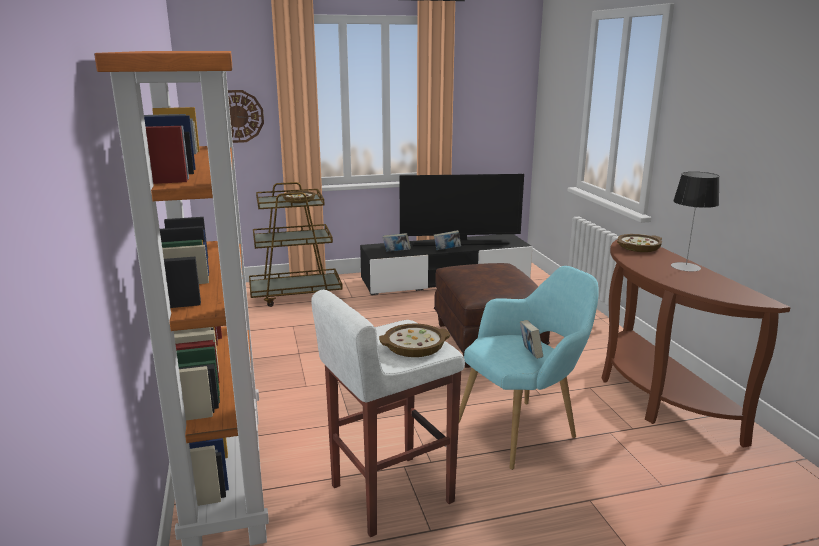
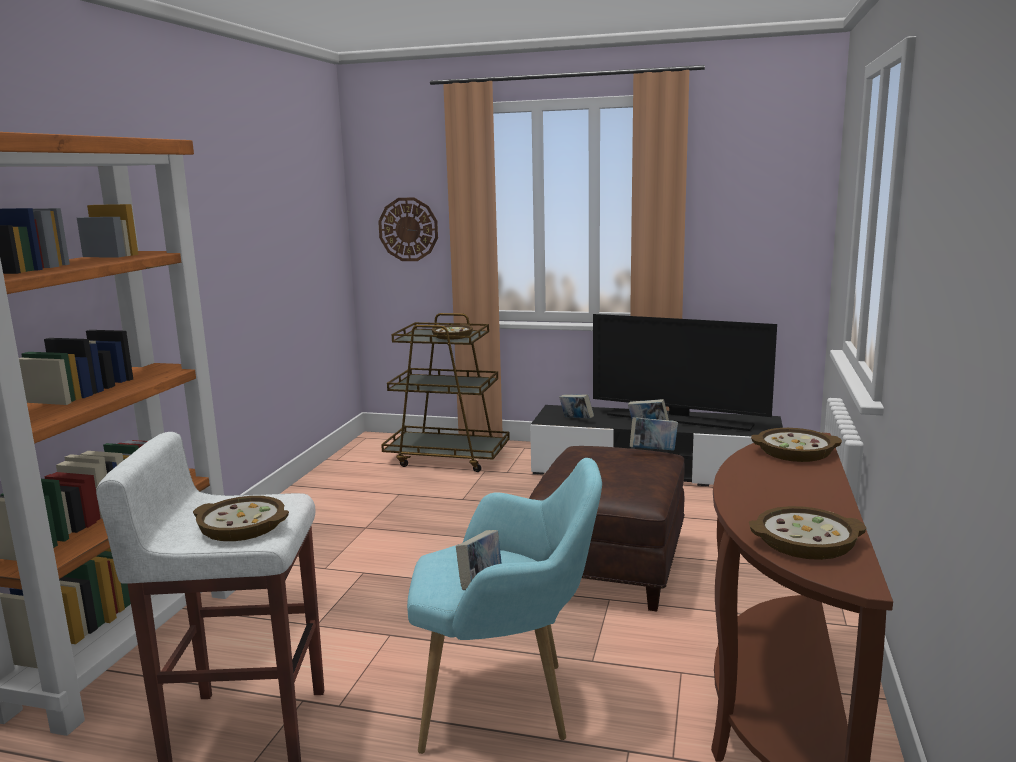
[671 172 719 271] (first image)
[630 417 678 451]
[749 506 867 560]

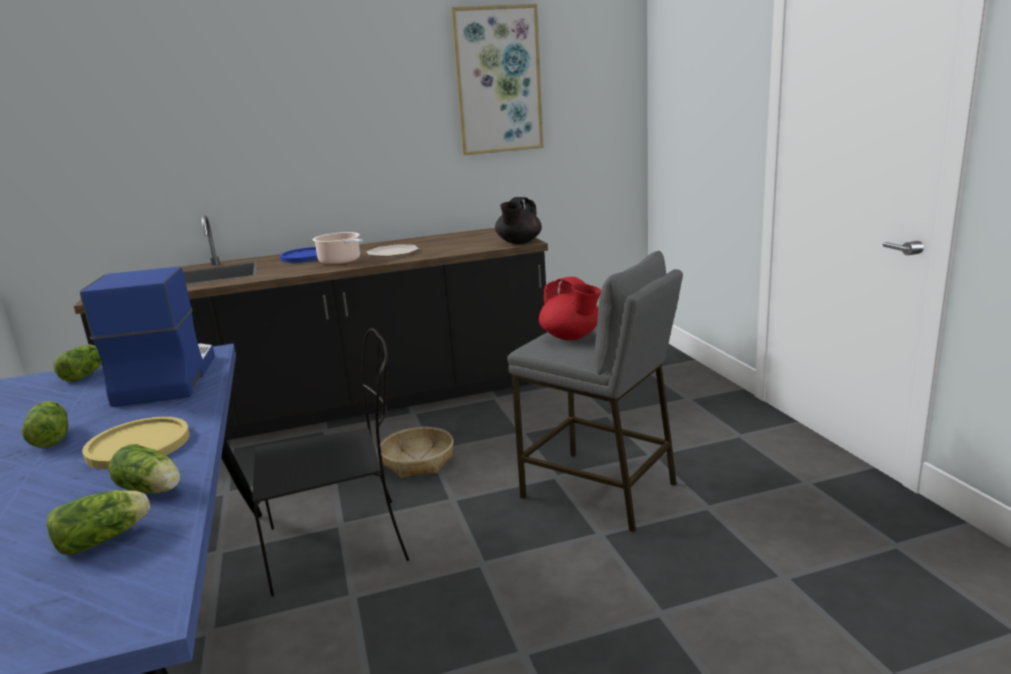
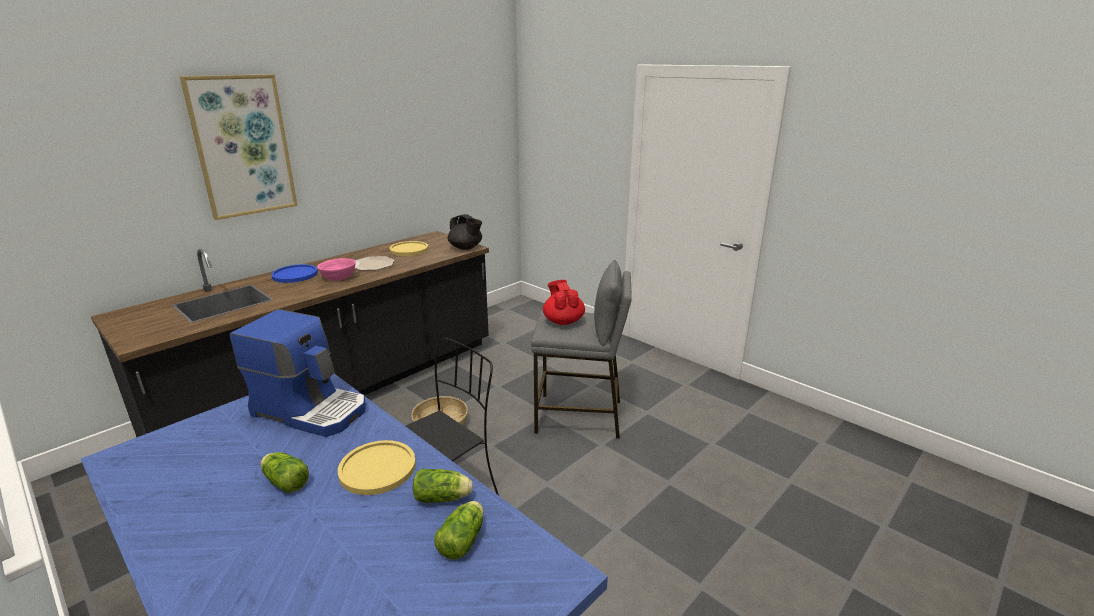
[54 345 102 382] (first image)
[230 309 366 437]
[317 258 356 281]
[180 74 298 220]
[448 214 482 250]
[543 280 585 325]
[390 241 428 256]

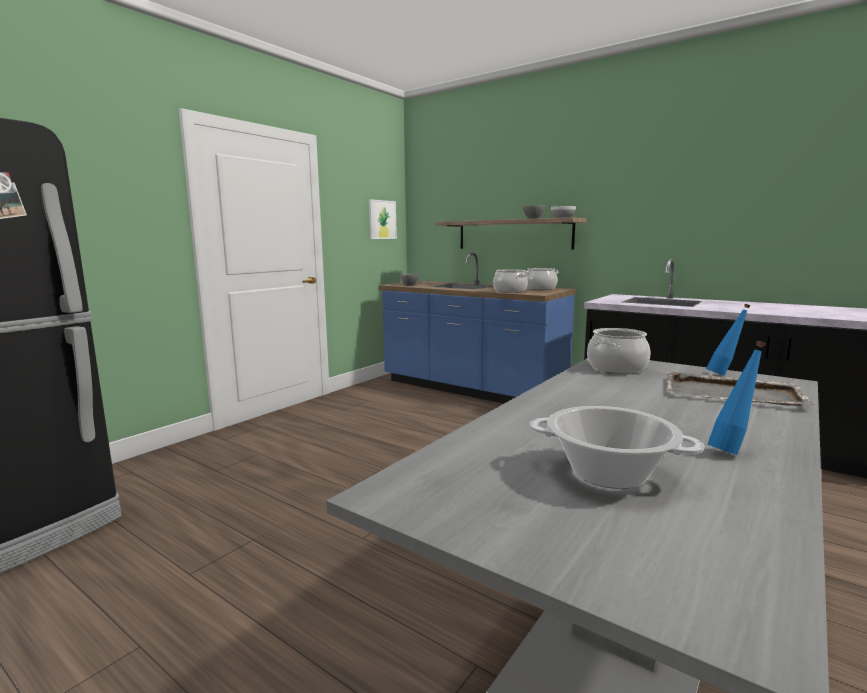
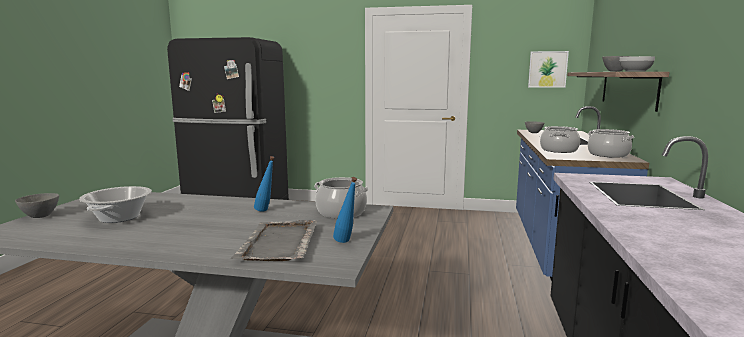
[254 156 274 212]
[15 193 59 218]

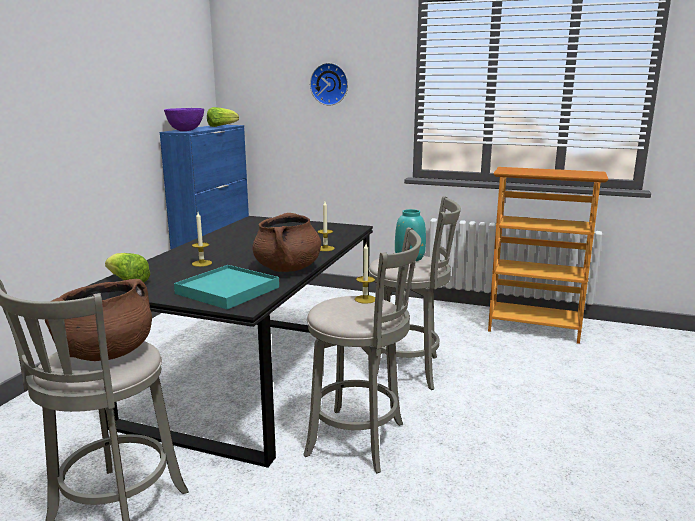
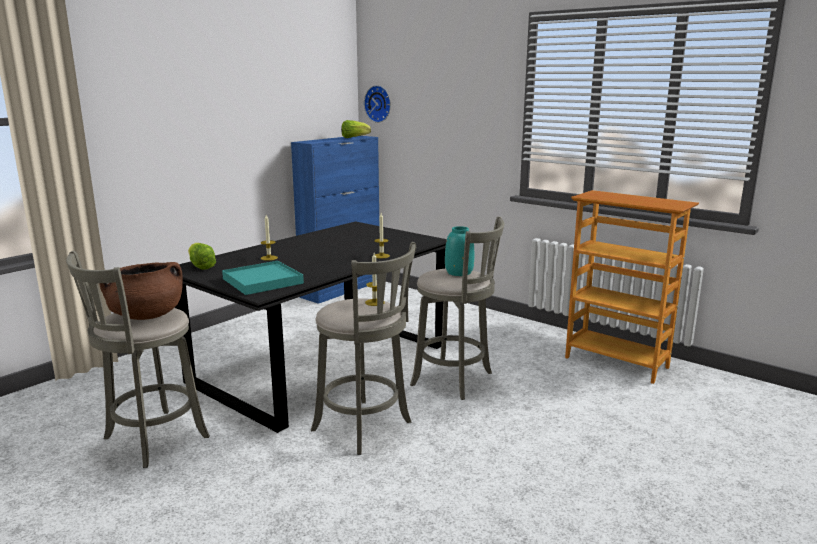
[164 108 204 131] (first image)
[253 213 321 272] (first image)
[364 85 391 123]

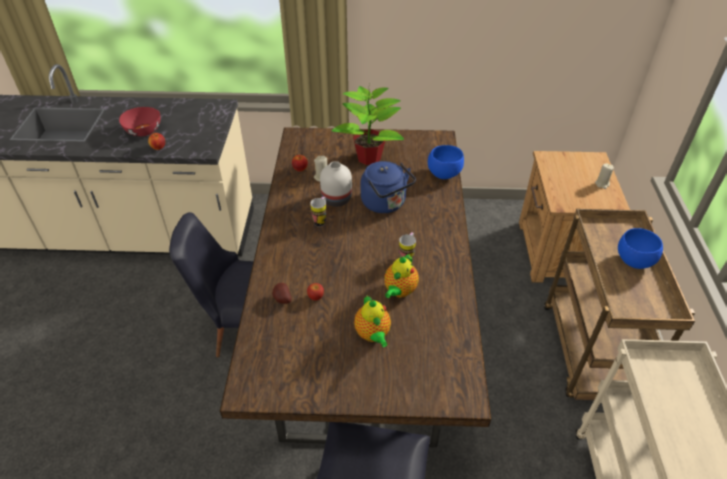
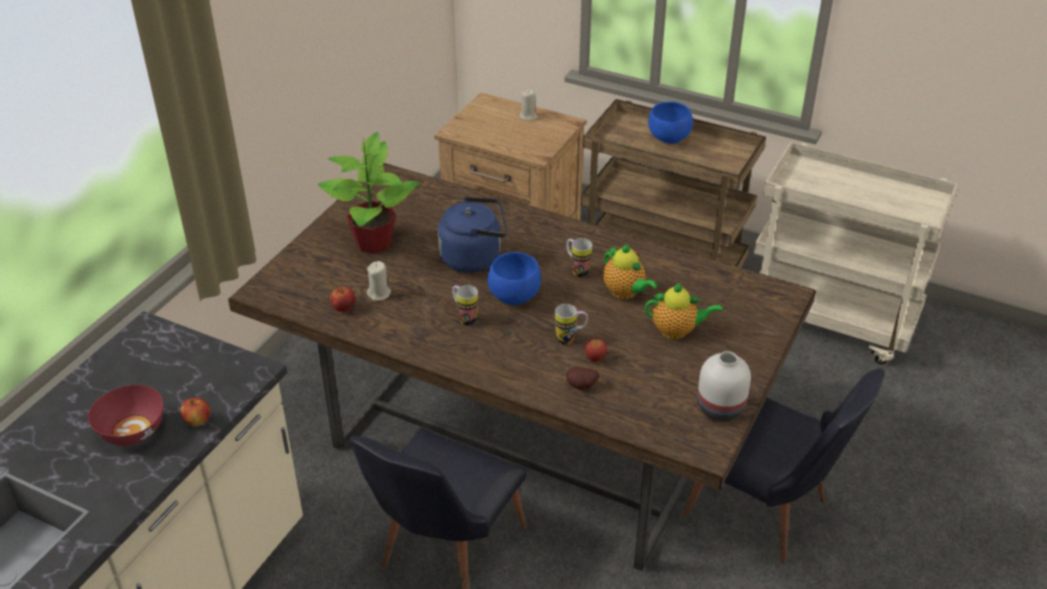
[697 351 751 422]
[488 252 541 305]
[555 304 588 345]

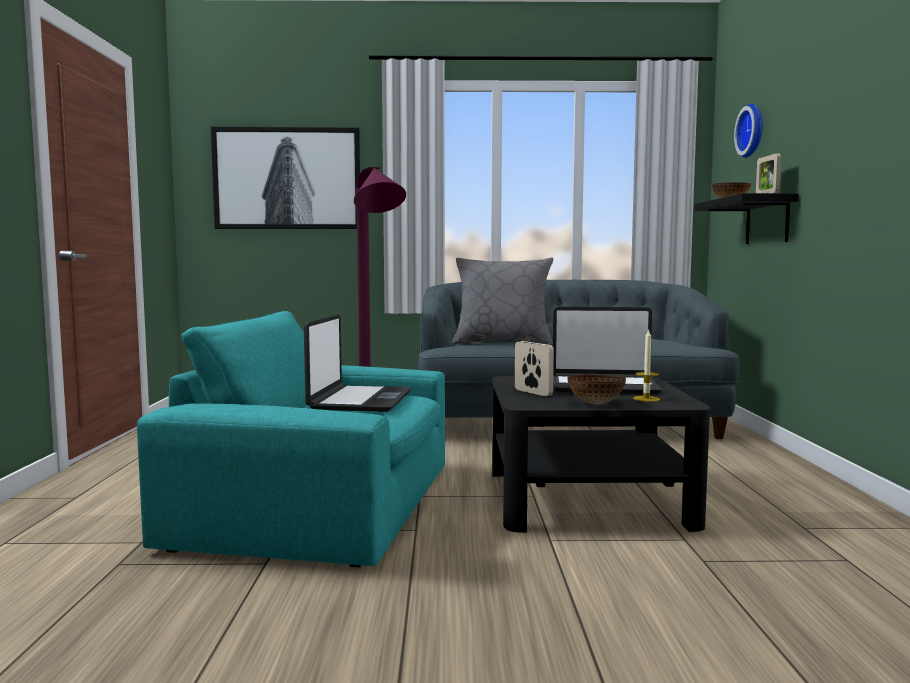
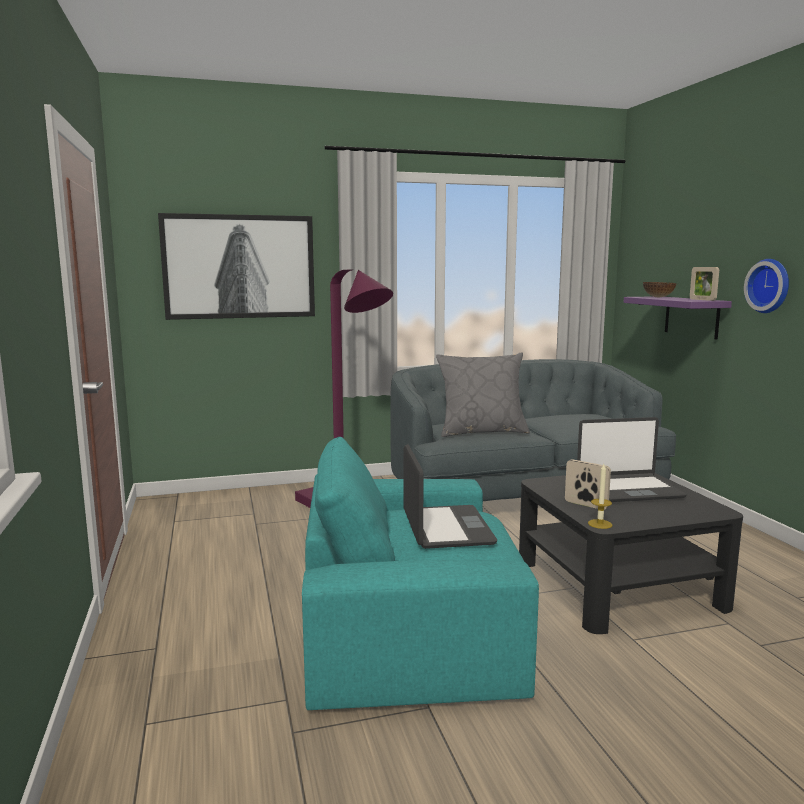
[567 374 626 404] (first image)
[588 464 612 529]
[624 296 732 339]
[744 259 789 313]

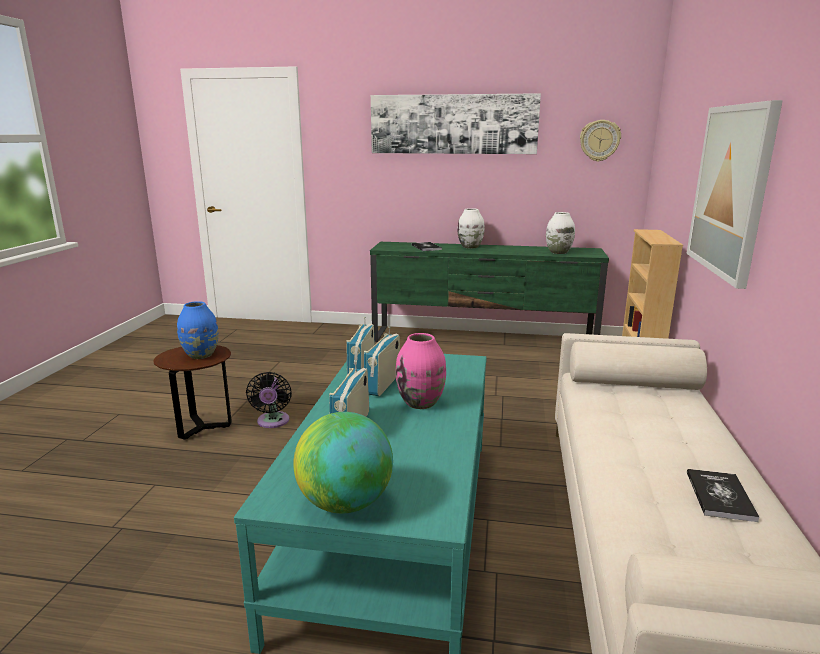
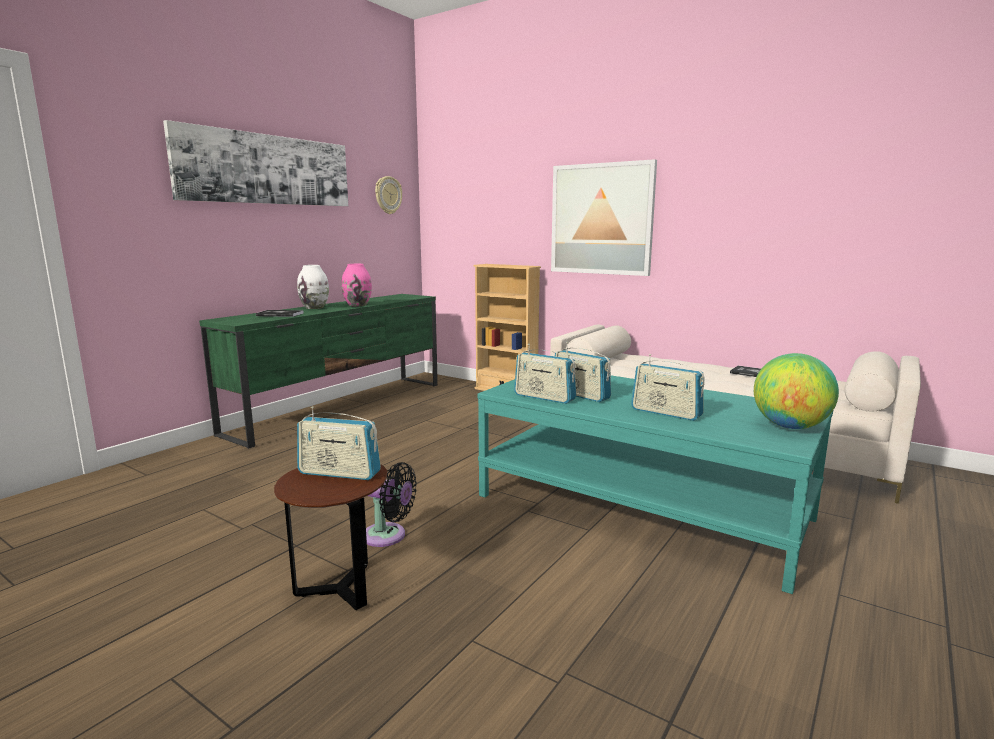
[297 406 381 480]
[342 264 372 307]
[546 212 575 254] (first image)

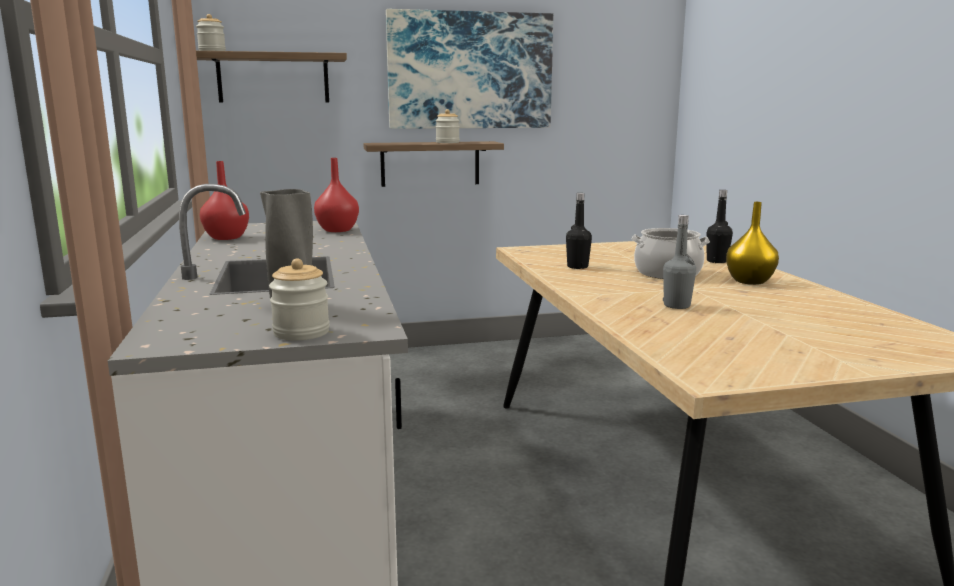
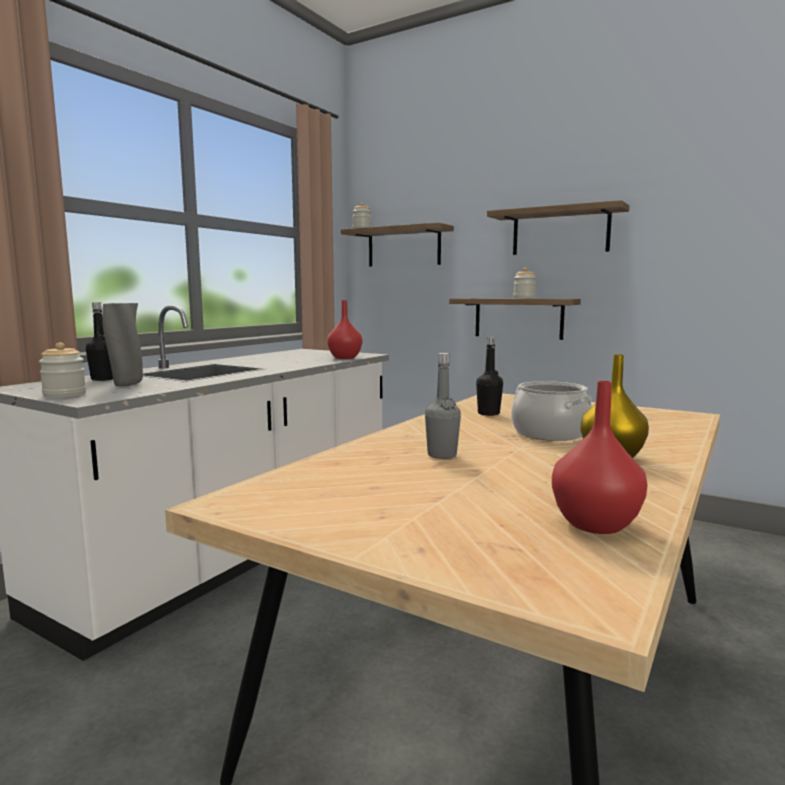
[552 381 647 534]
[487 200 630 255]
[86 302 113 381]

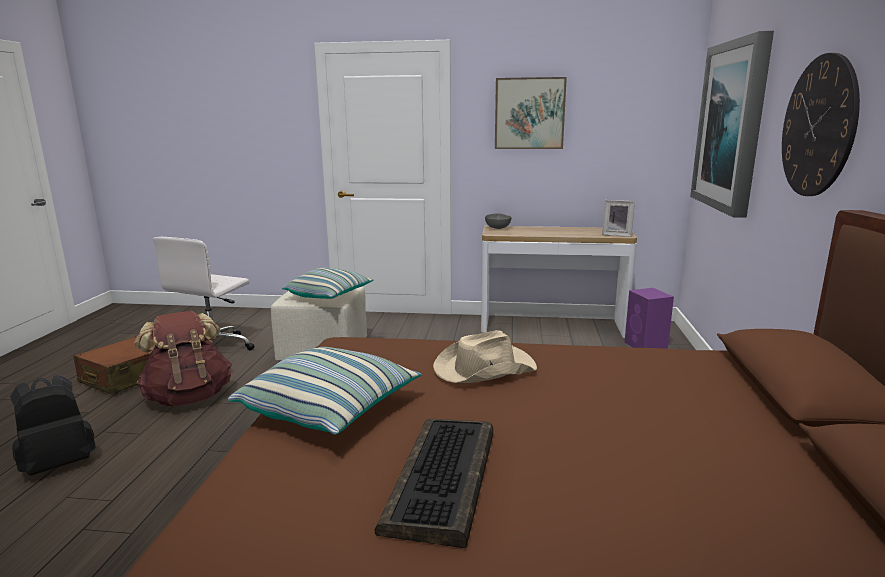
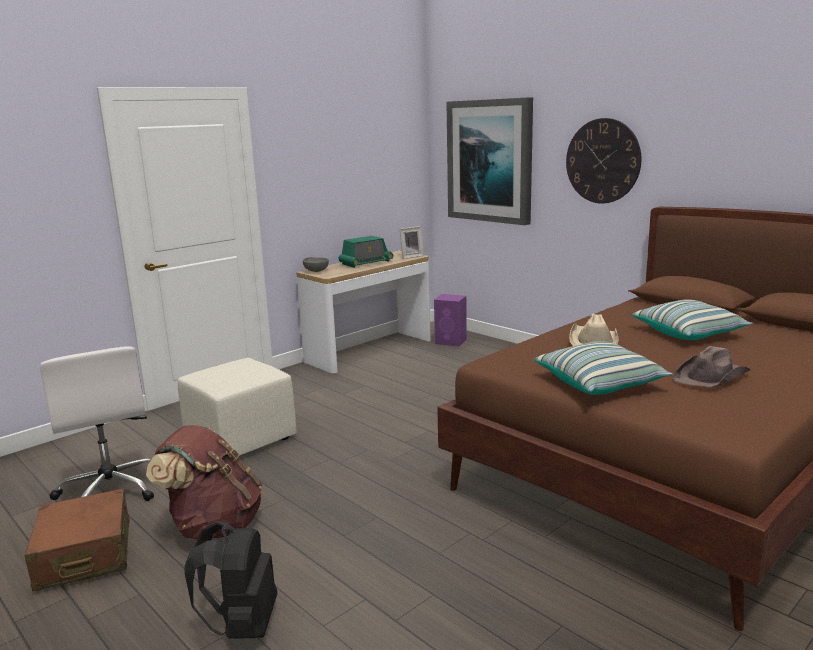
[632 300 752 340]
[672 346 750 387]
[495 77 567 149] (first image)
[338 236 393 268]

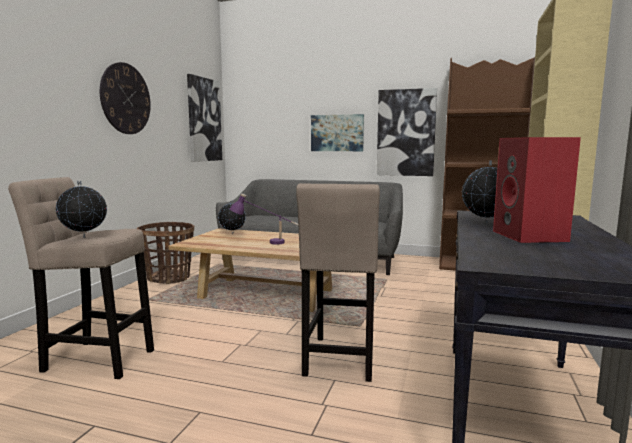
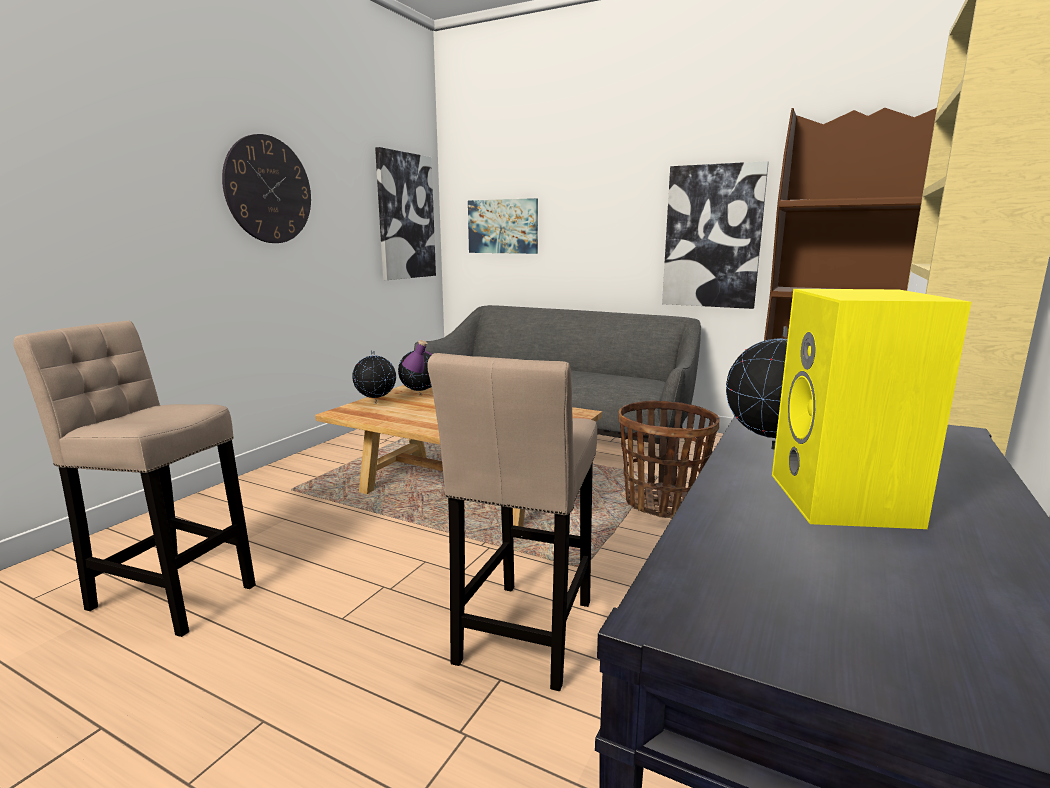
[352 351 396 404]
[619 400 719 519]
[468 198 538 254]
[772 289 971 529]

